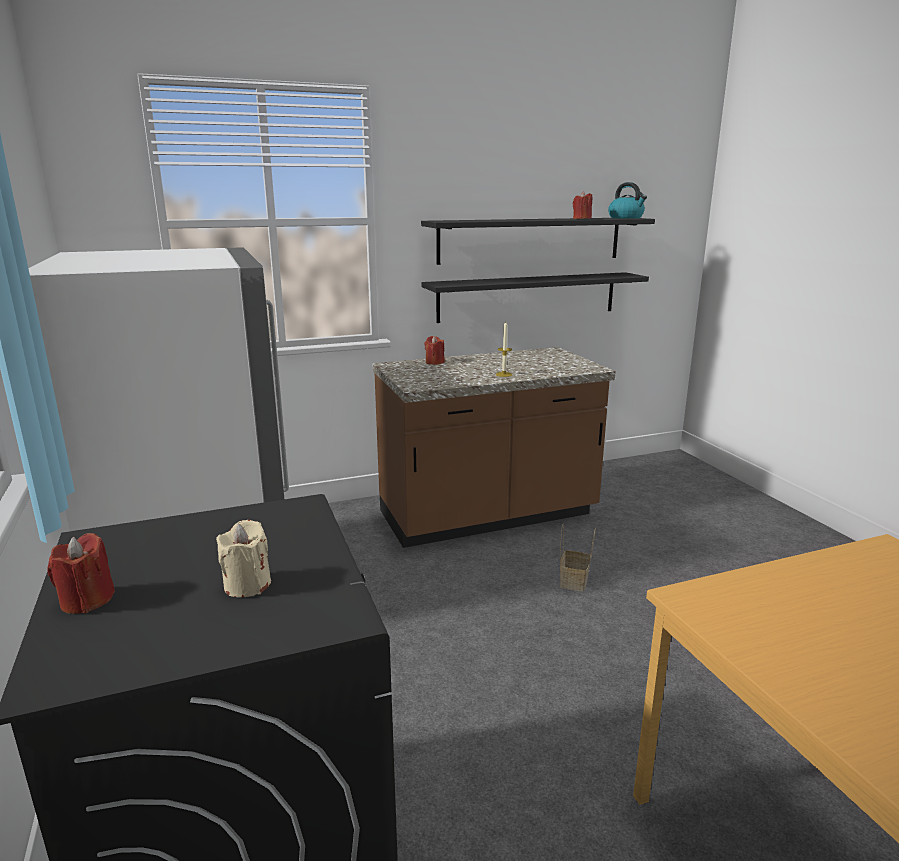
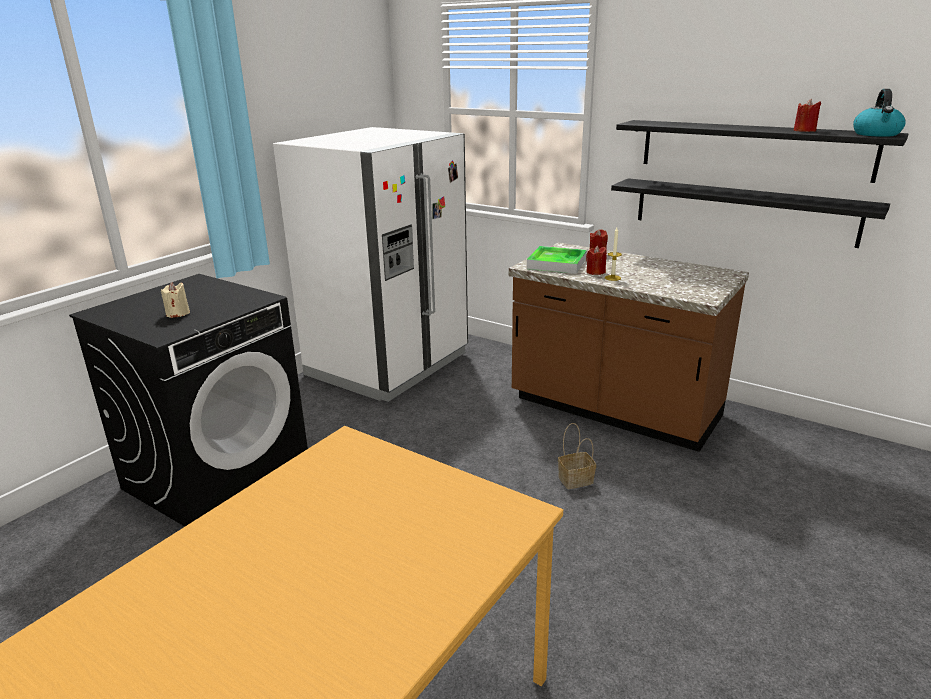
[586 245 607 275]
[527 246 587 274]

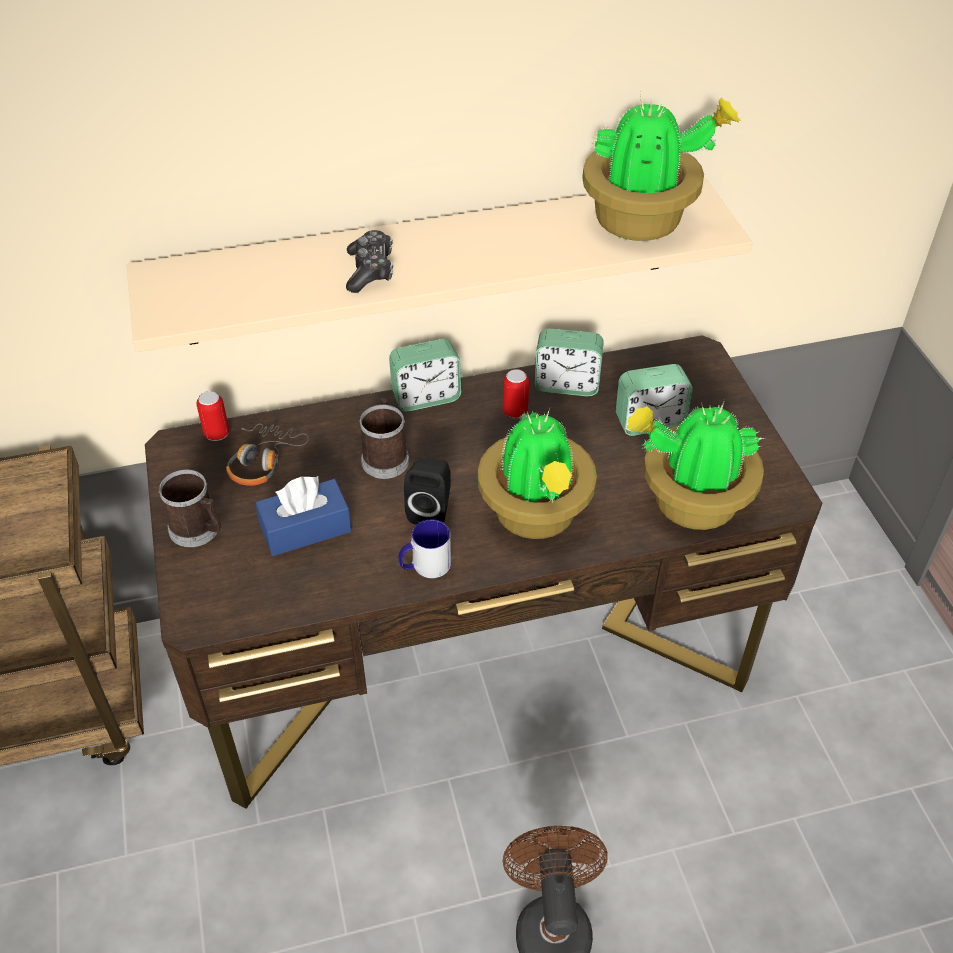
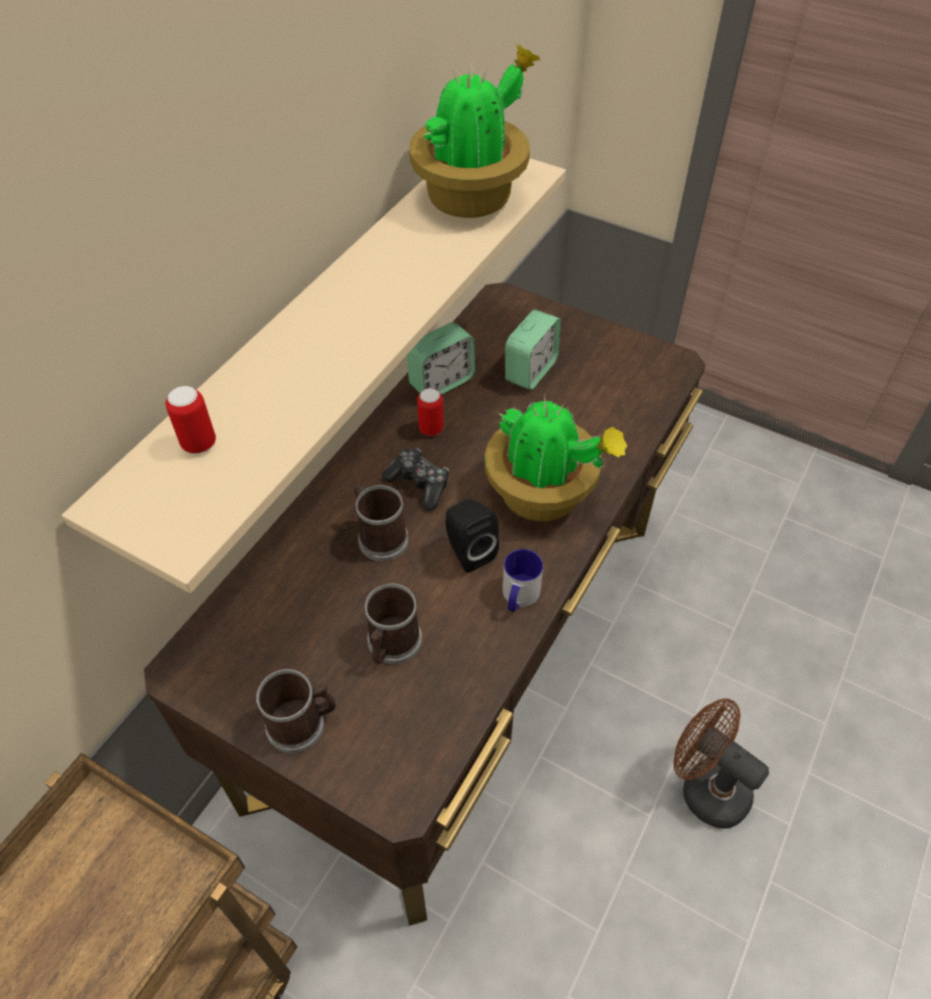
[166 386 216 454]
[226 424 309 486] (first image)
[365 583 422 664]
[382 448 449 510]
[389 339 461 411] (first image)
[626 400 764 530] (first image)

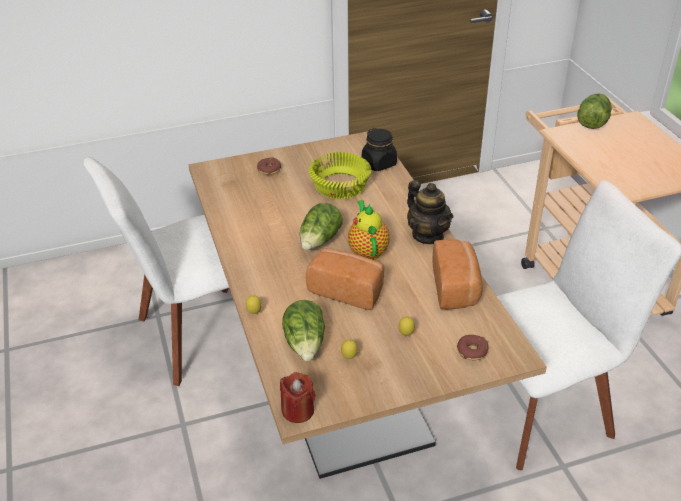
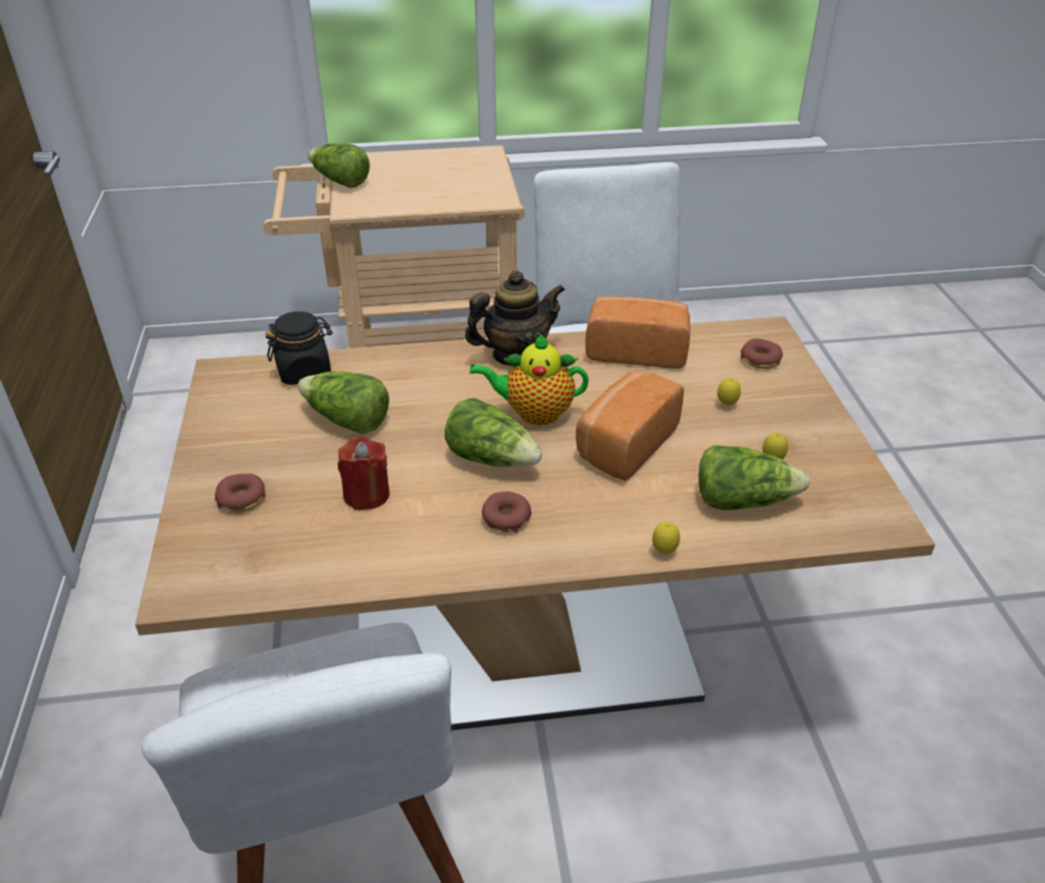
[338 437 390 510]
[298 371 389 434]
[482 492 532 533]

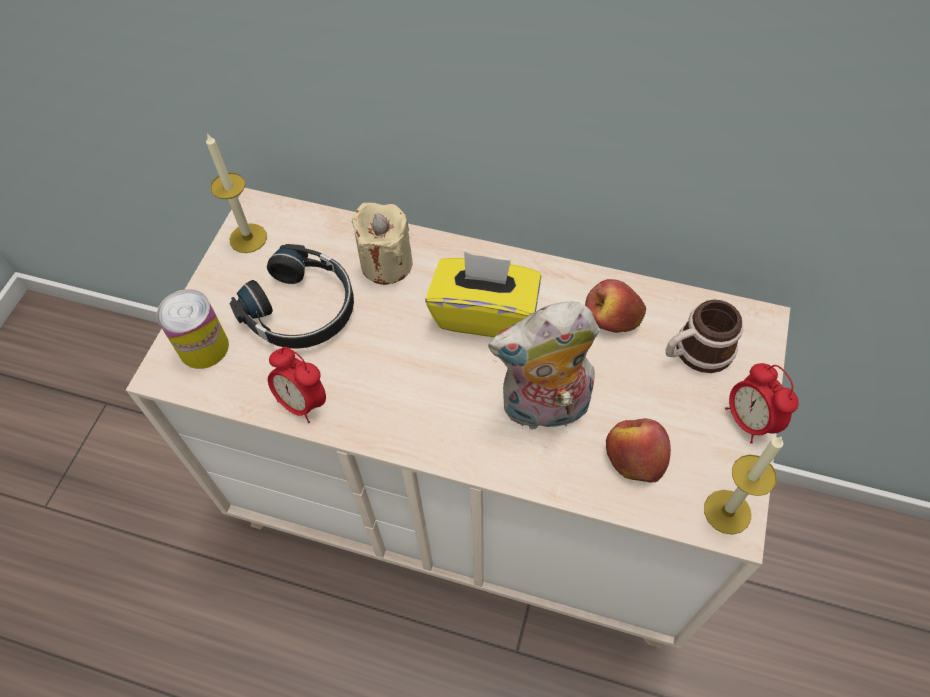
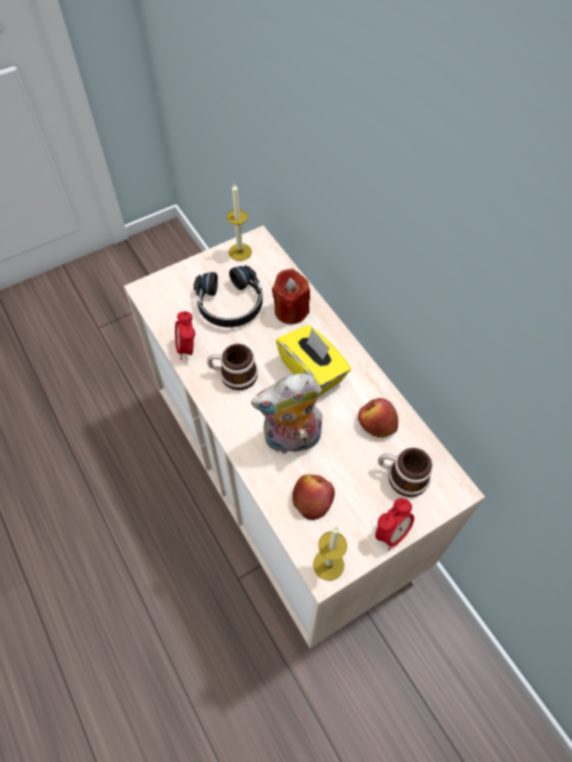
[157 289 229 369] (first image)
[272 269 310 324]
[251 374 322 455]
[375 498 414 551]
[207 344 258 390]

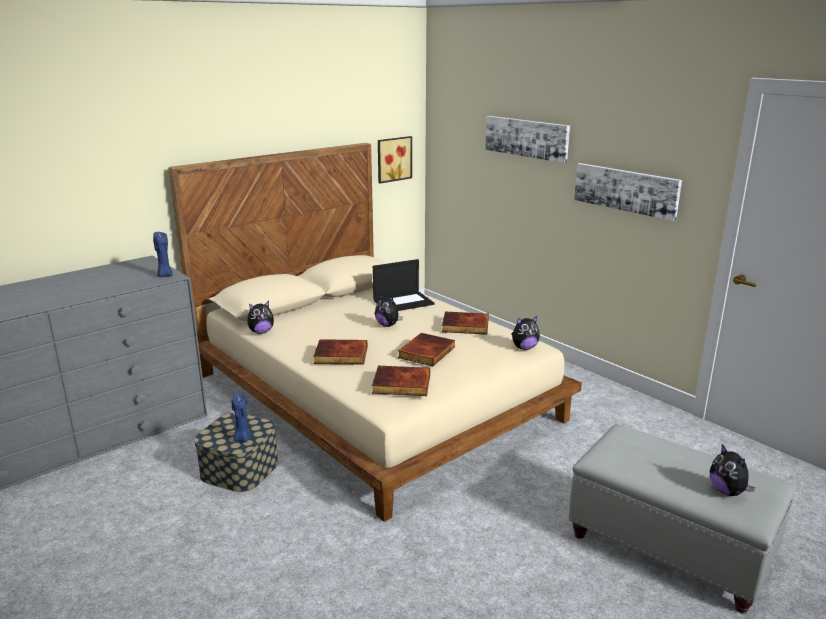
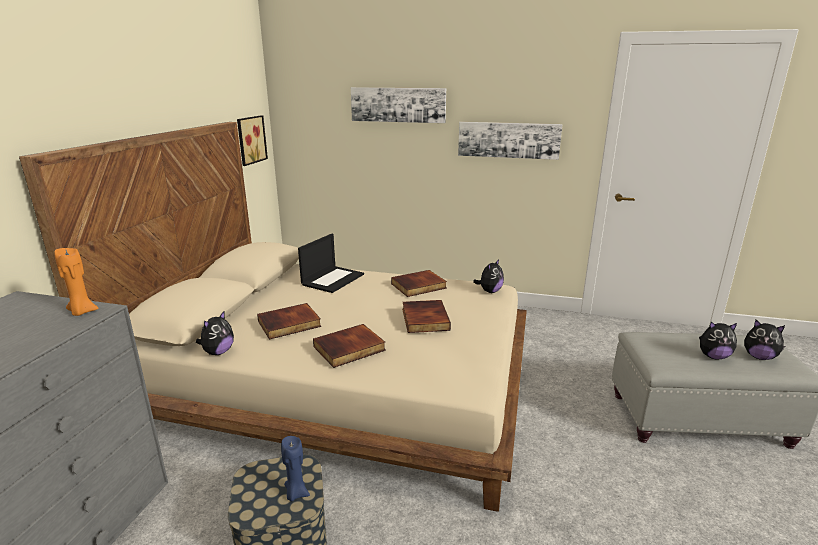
[54 248 99 316]
[257 303 321 340]
[699 321 737 360]

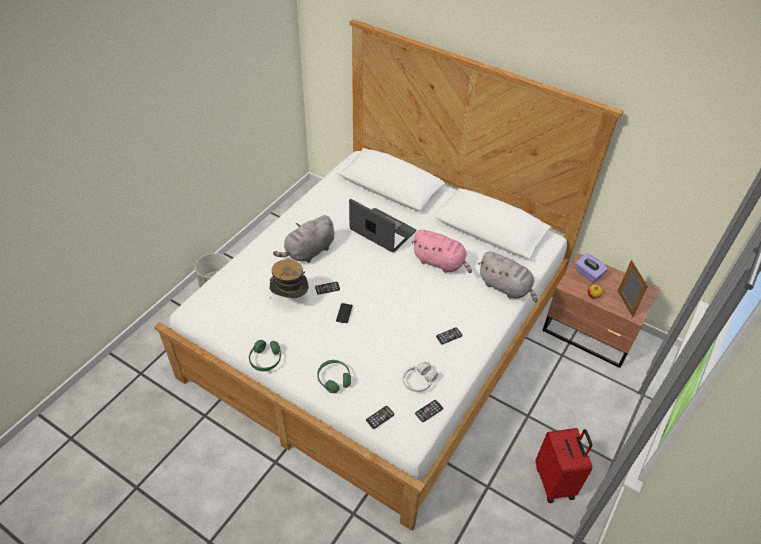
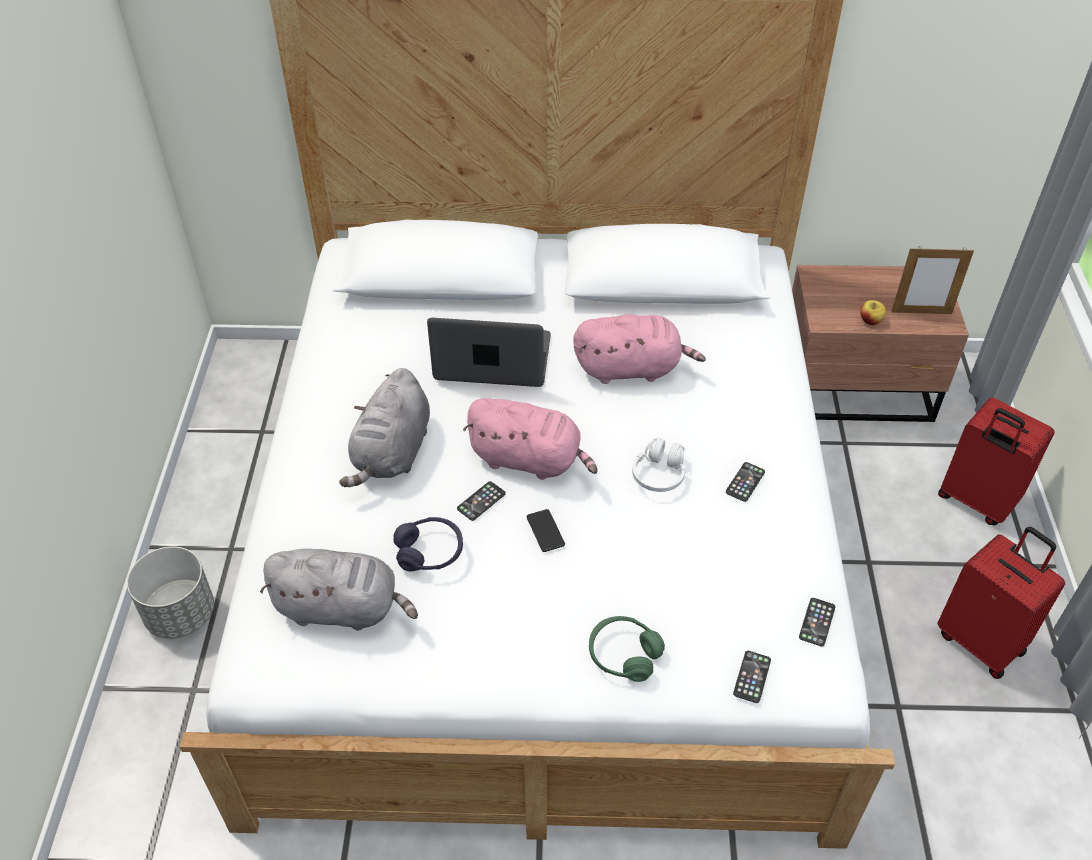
[249 340 281 371] (first image)
[393 517 463 571]
[632 438 686 492]
[260 549 418 631]
[575 253 608 283] (first image)
[891 246 974 314]
[463 398 598 480]
[938 398 1055 525]

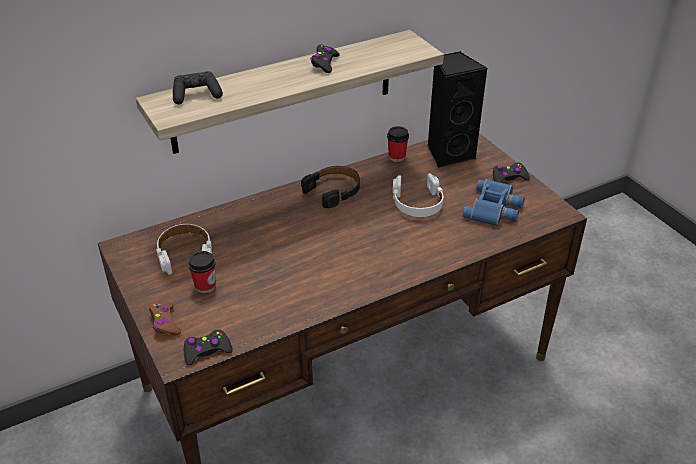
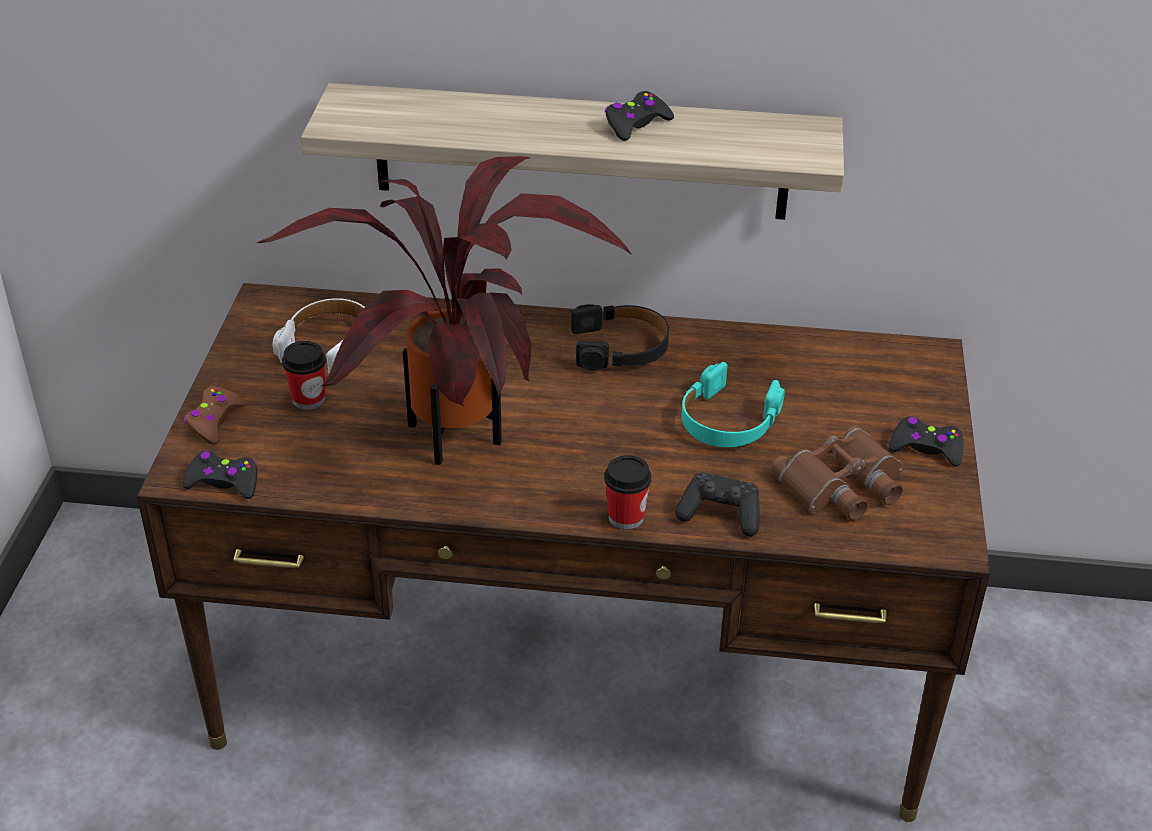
[675 473 760 537]
[604 455 651 530]
[682 362 785 447]
[427 51 487 168] (first image)
[771 426 903 520]
[257 156 632 465]

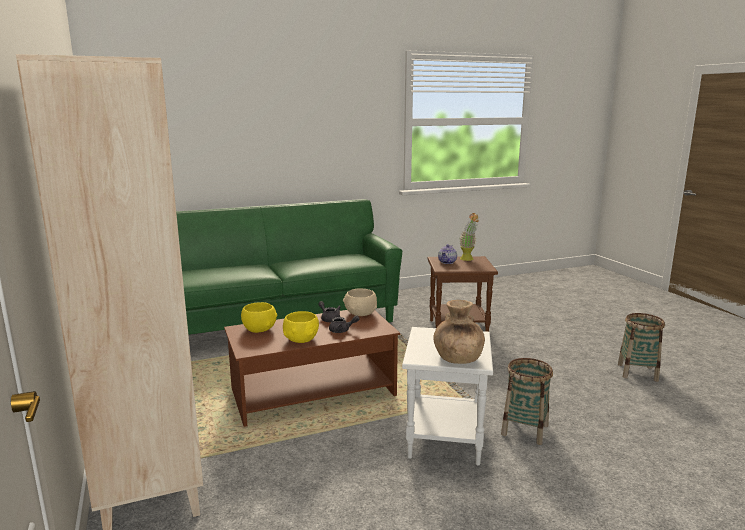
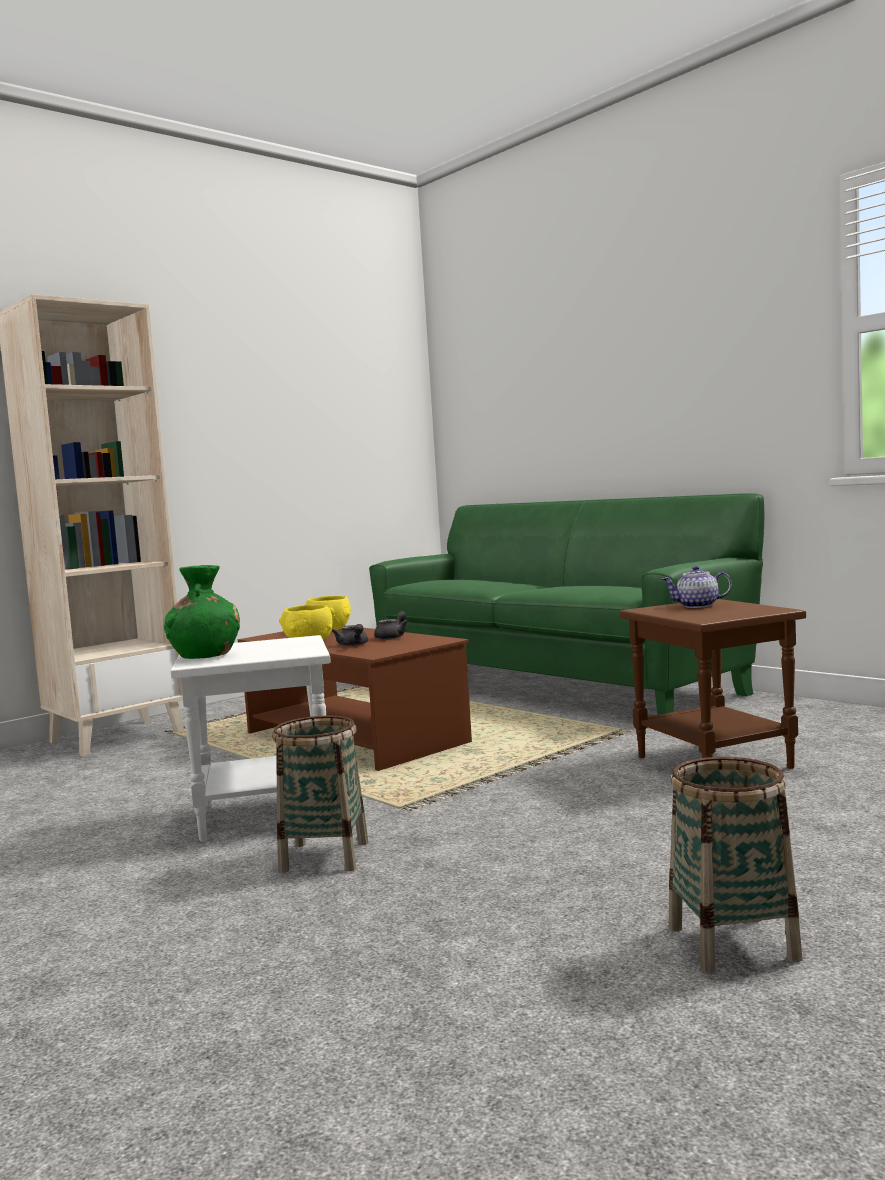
[343 289 377 316] (first image)
[164 565 240 659]
[460 213 479 261] (first image)

